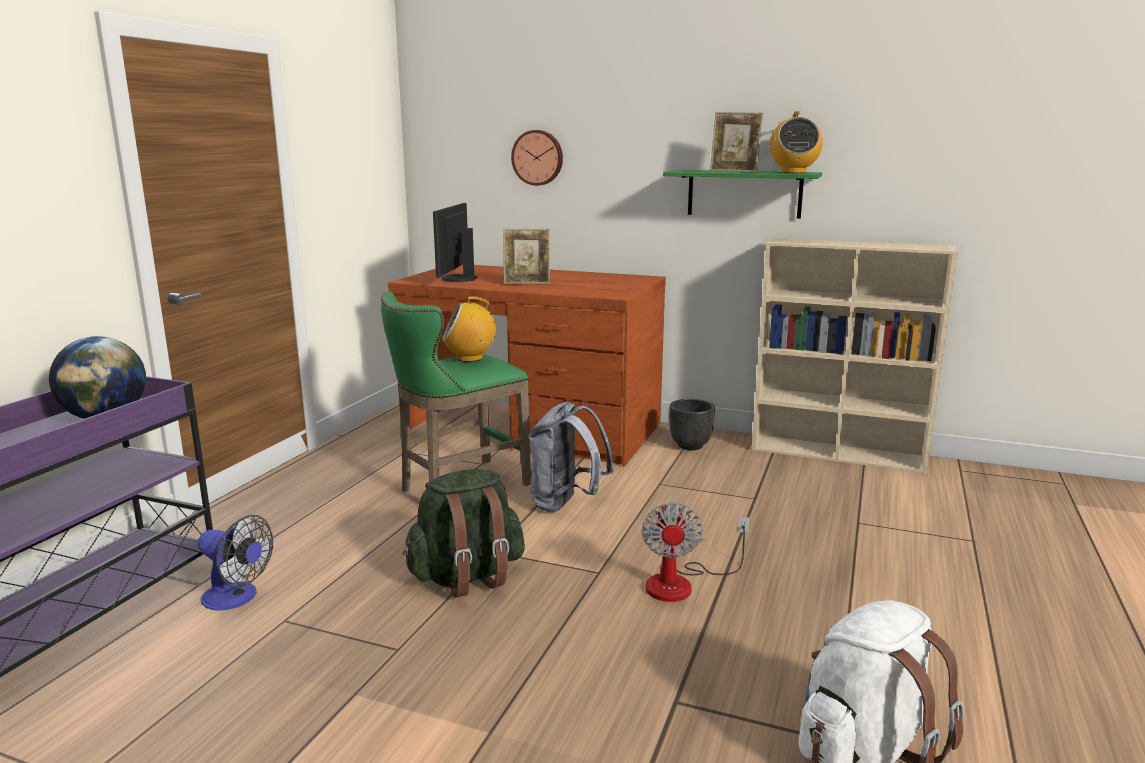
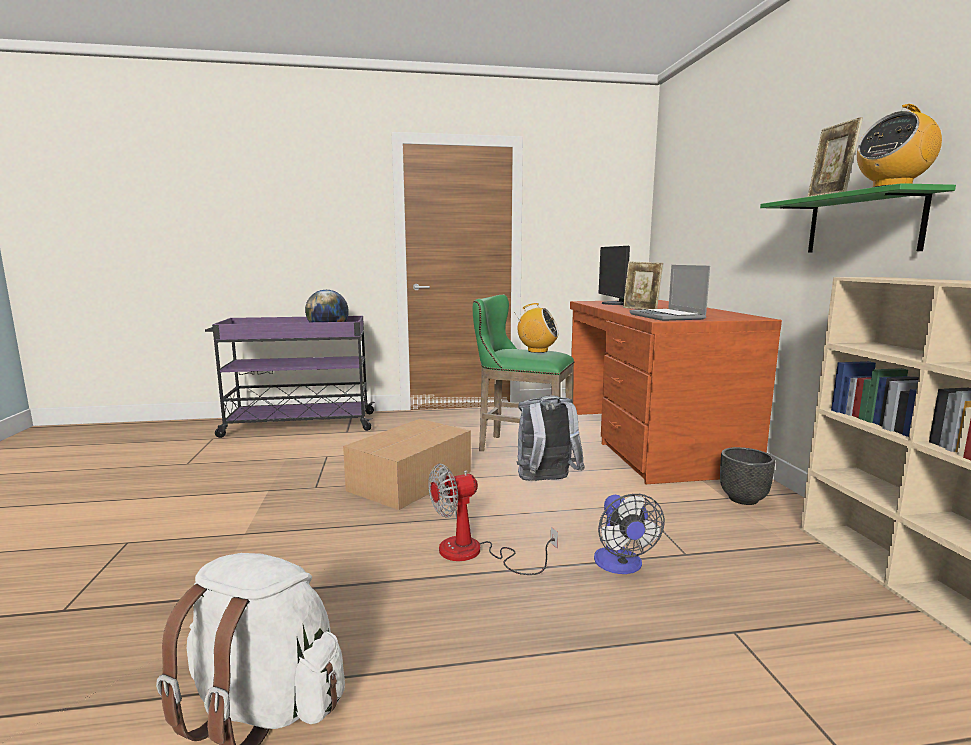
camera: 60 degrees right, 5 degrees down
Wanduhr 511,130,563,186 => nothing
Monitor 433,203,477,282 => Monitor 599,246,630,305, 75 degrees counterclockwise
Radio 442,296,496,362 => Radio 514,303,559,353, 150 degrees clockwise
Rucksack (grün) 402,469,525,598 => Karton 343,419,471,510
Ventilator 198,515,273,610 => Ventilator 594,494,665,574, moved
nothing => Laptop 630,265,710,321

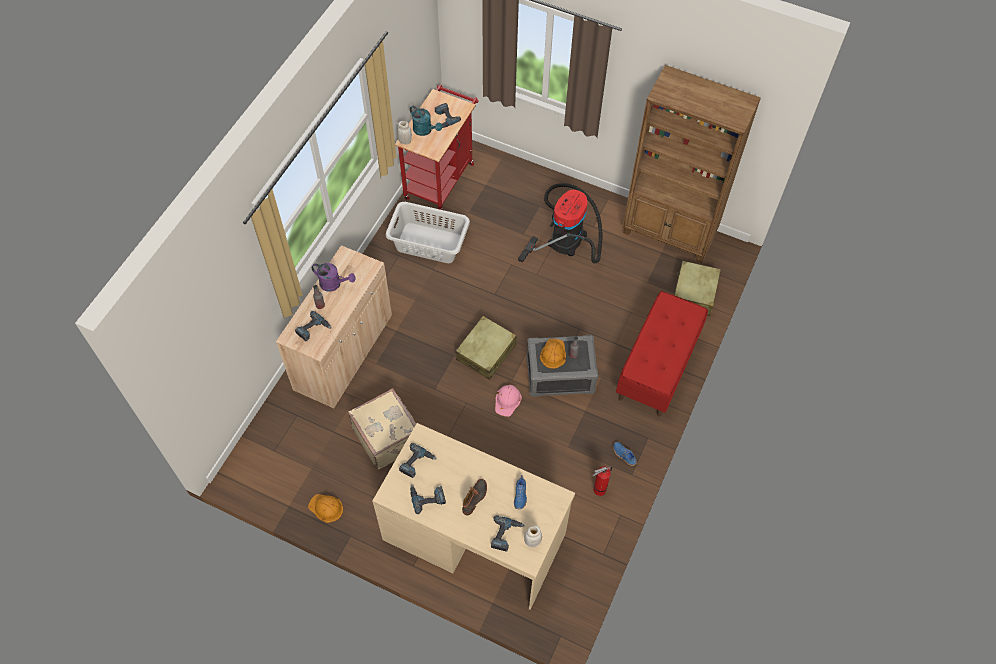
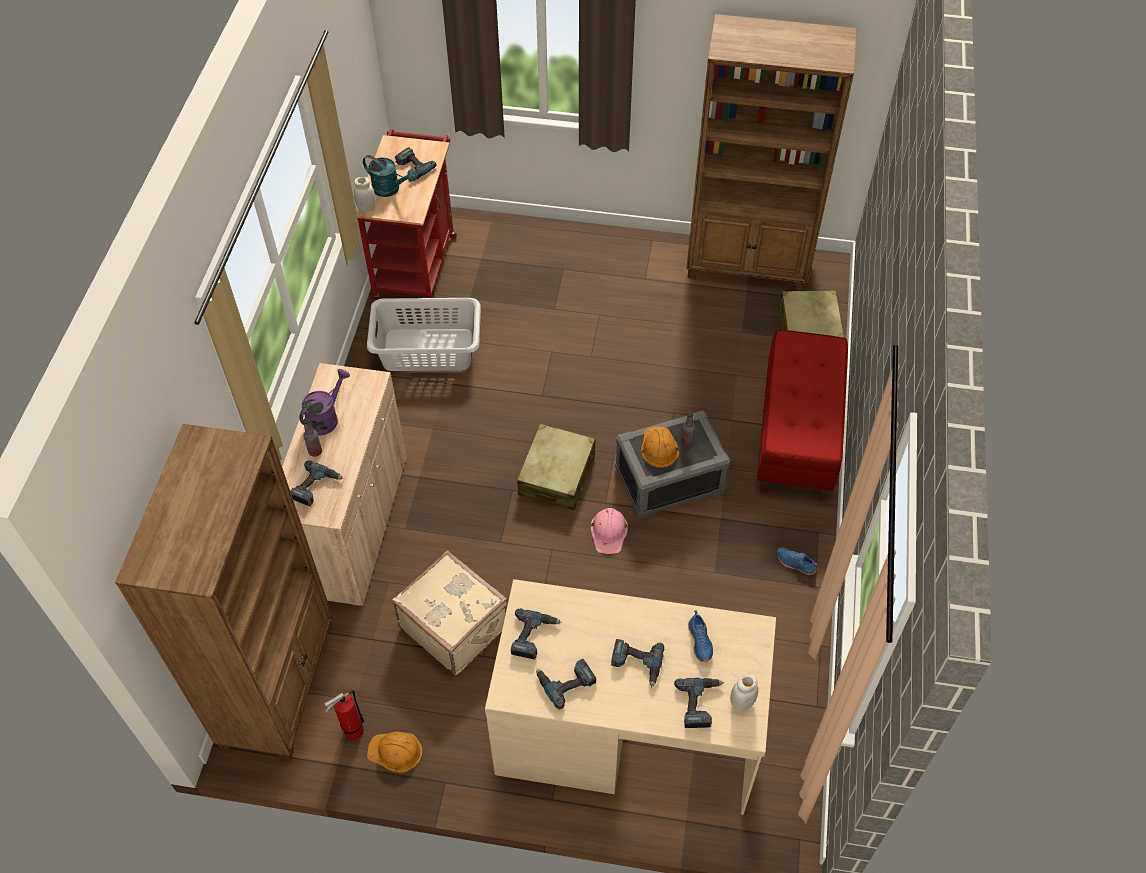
camera: 15 degrees left, 5 degrees down
Staubsauger 518,183,603,264 => nothing
Gießkanne (lila) 312,263,356,292 => Gießkanne (lila) 299,369,350,436, 60 degrees counterclockwise
Feuerlöscher 593,466,612,496 => Feuerlöscher 325,690,364,740, moved
Stiefel 462,479,487,516 => Bohrmaschine 611,639,665,687
nothing => Bücherregal (braun) 115,424,333,760

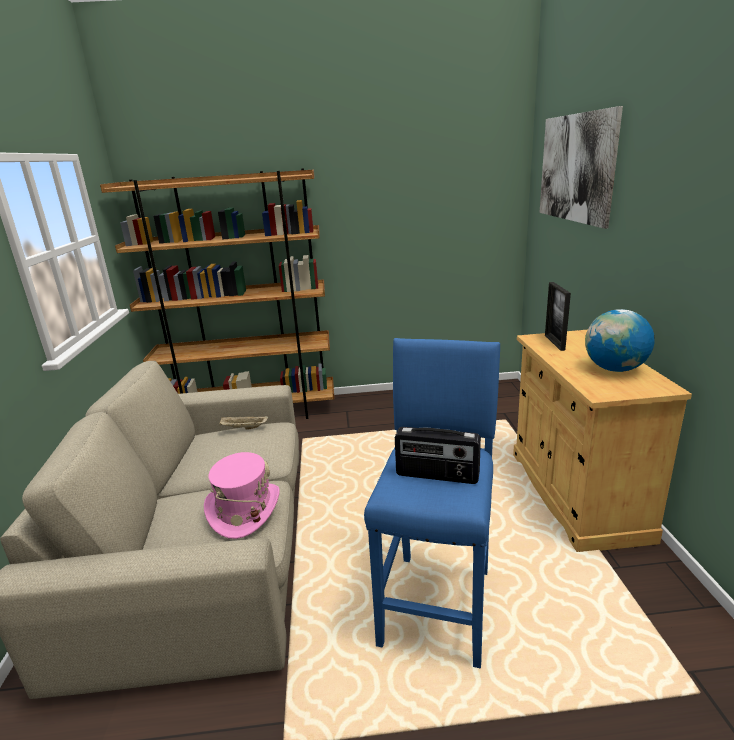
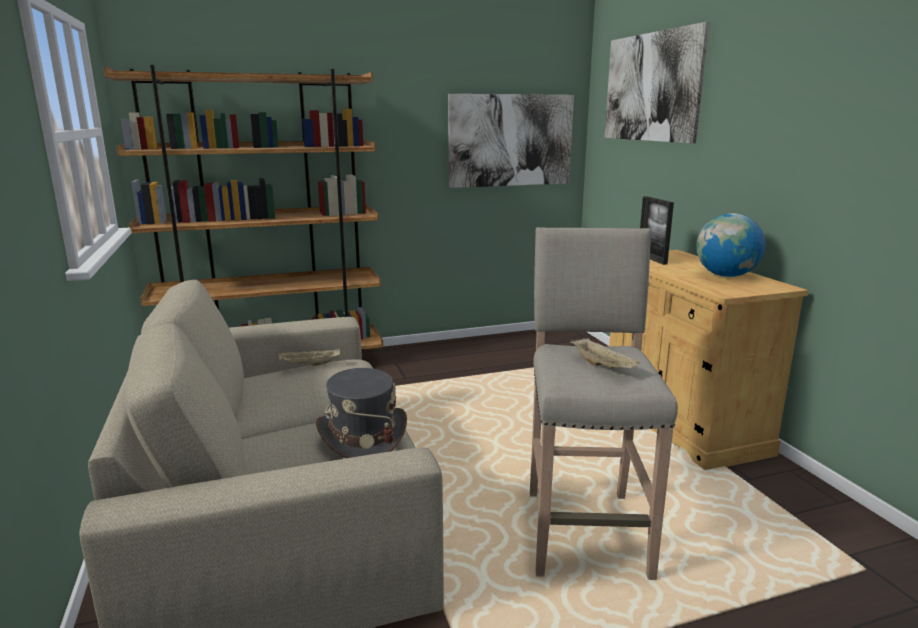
camera: 15 degrees left, 5 degrees down
Hocker (blau) 364,338,500,669 => Hocker (beige) 530,227,678,580
Radio 395,427,481,484 => Tablett (beige) 571,338,640,368
Hut (rosa) 204,452,280,539 => Hut (grau) 316,368,407,458
nothing => Bild 448,94,574,188

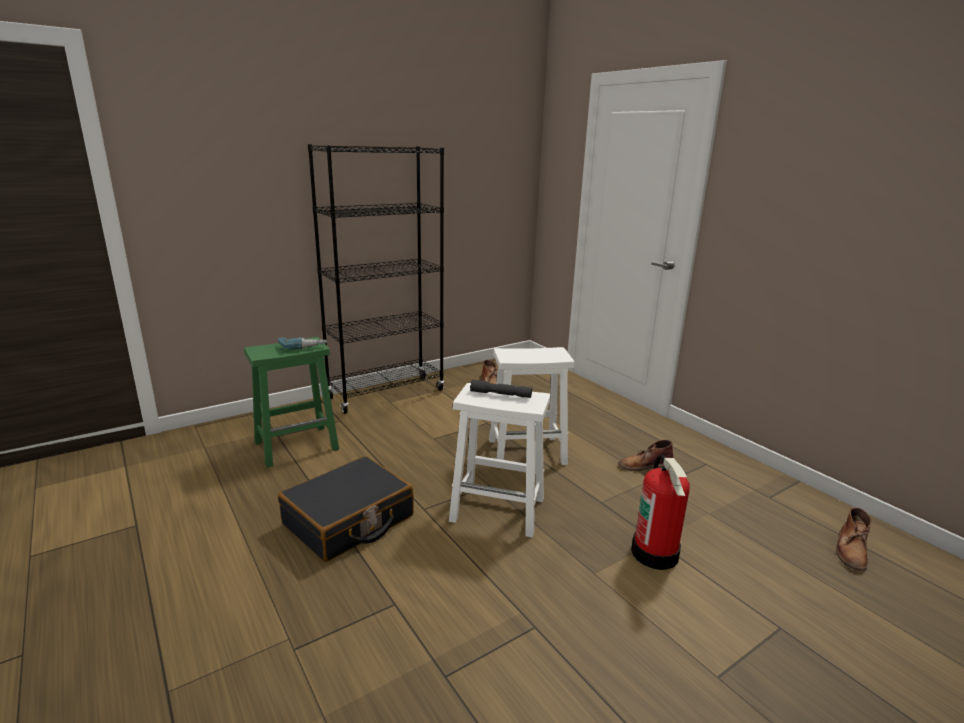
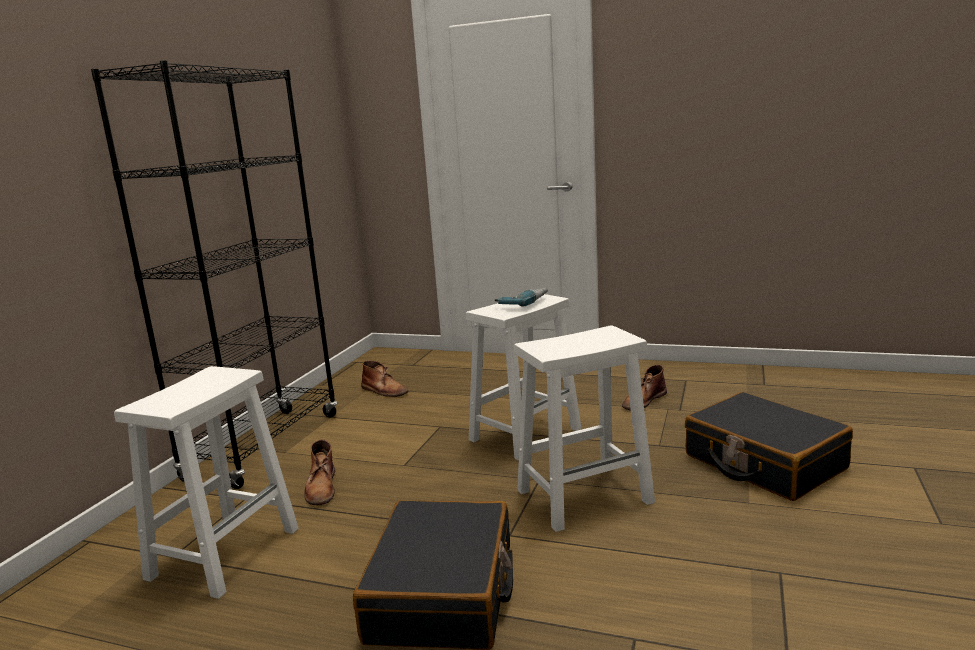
camera: 35 degrees left, 5 degrees down
Hocker (grün) 244,337,339,467 => Hocker (weiß) 114,366,299,599
Bohrmaschine 278,337,328,349 => Bohrmaschine 495,288,548,307, moved
Taschenlampe (grau) 470,379,532,398 => nothing
Feuerlöscher 631,455,690,570 => Koffer (schwarz) 685,392,853,501
Stiefel (braun) 836,508,871,571 => Stiefel (braun) 304,440,335,505, moved

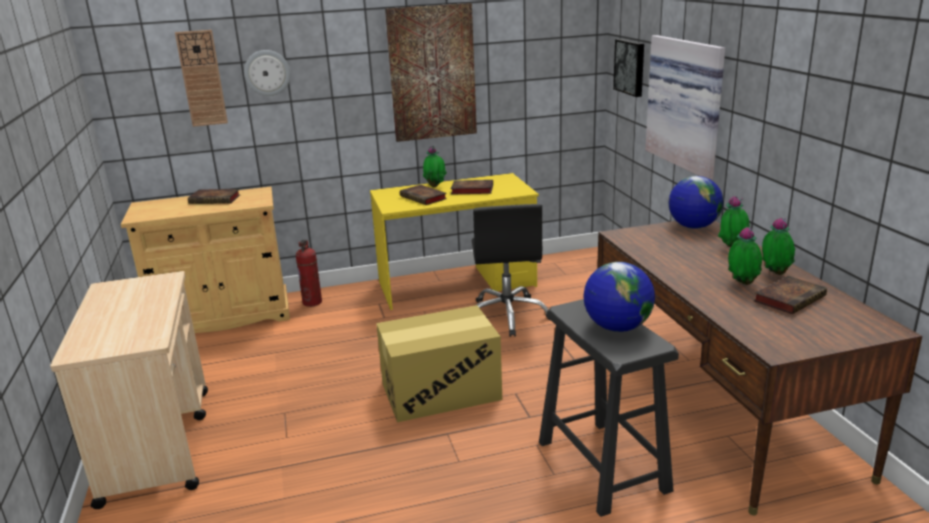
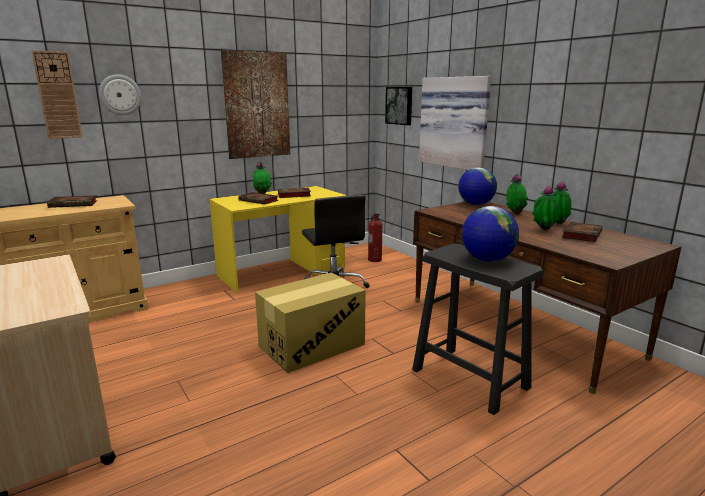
camera: 20 degrees left, 5 degrees down
Feuerlöscher 296,240,322,307 => Feuerlöscher 368,213,383,262, moved

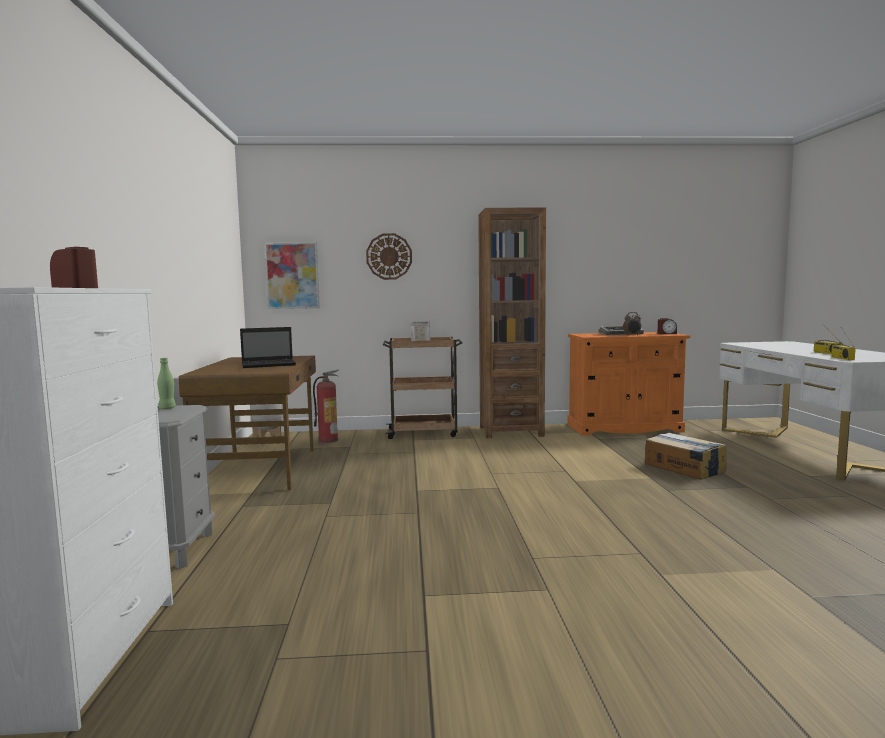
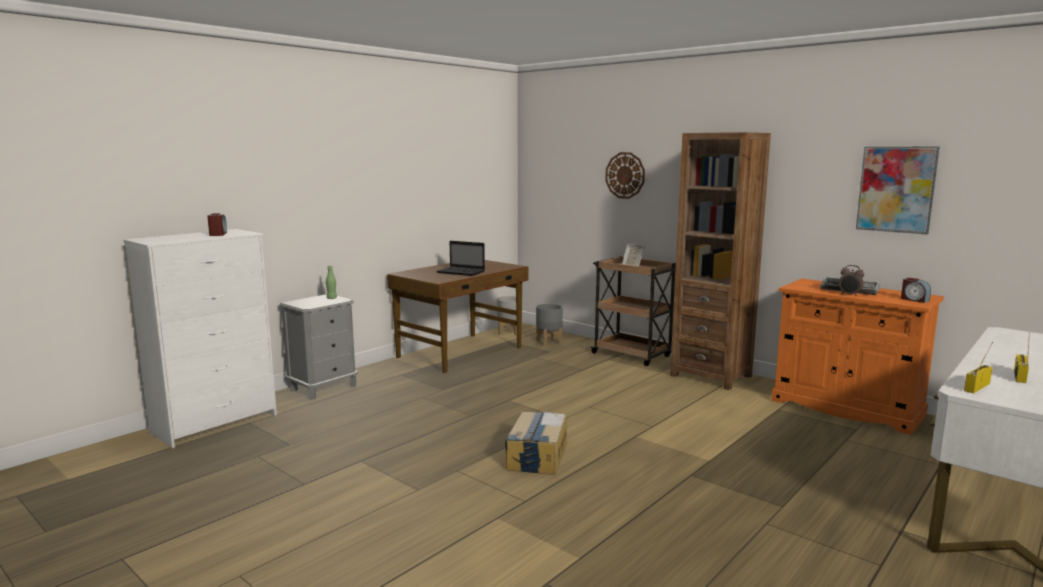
camera: 45 degrees right, 5 degrees up
Bild 265,242,320,309 => Bild 856,146,940,235, moved
Feuerlöscher 313,370,338,443 => Pflanzkübel (grau) 536,304,563,346
Karton 645,433,727,480 => Karton 505,412,567,475, moved

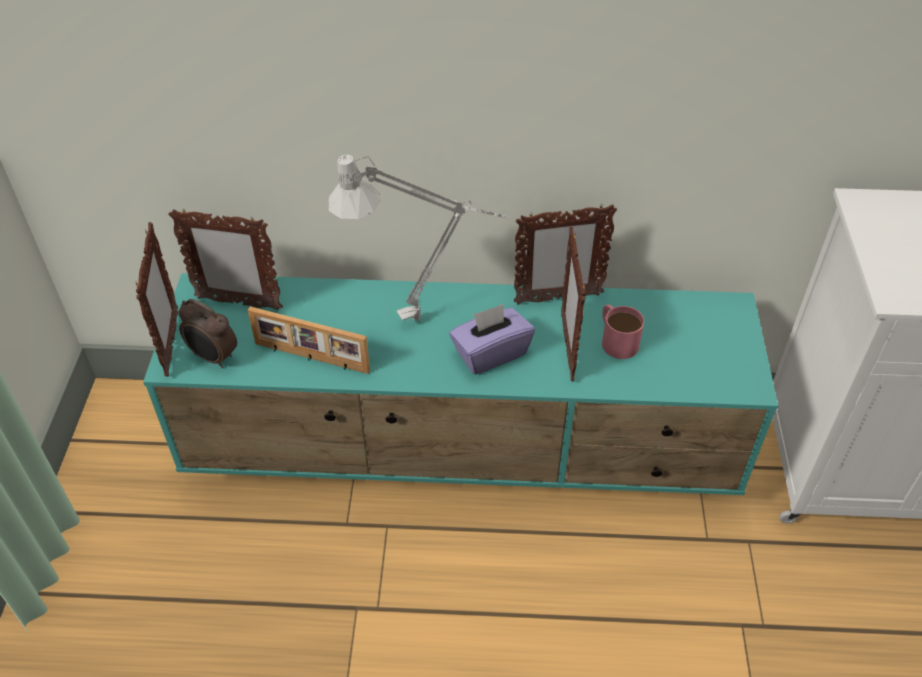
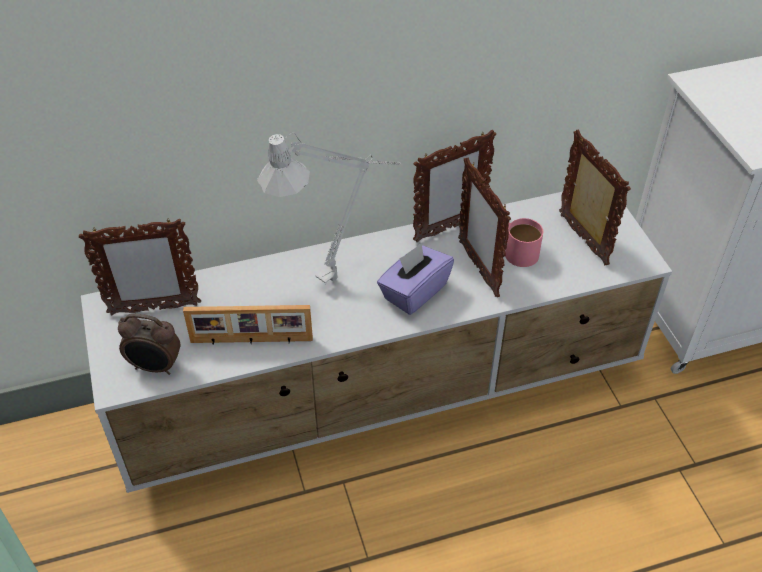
camera: 20 degrees left, 0 degrees up
Bilderrahmen 136,222,178,377 => Bilderrahmen 559,130,631,265, moved
Fernsehschrank (türkis) 143,273,778,495 => Fernsehschrank (weiß) 81,192,672,493

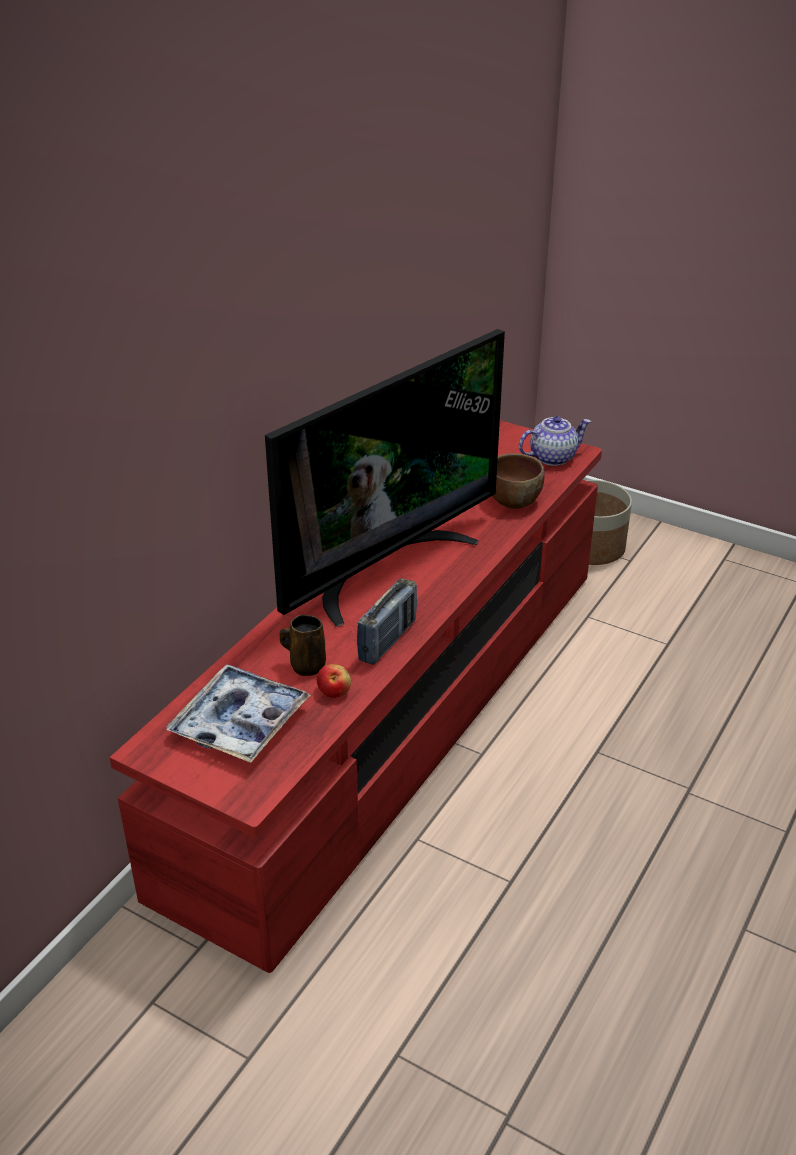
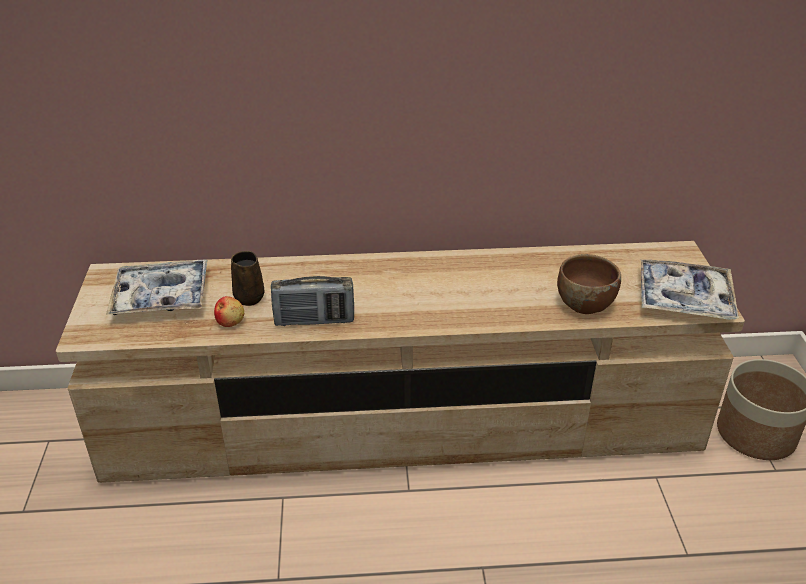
camera: 55 degrees right, 0 degrees up
Fernseher 265,329,505,627 => nothing
Teekanne 519,416,591,466 => Tablett 641,259,739,320
Fernsehschrank (rot) 110,420,602,973 => Fernsehschrank (beige) 56,241,745,483

